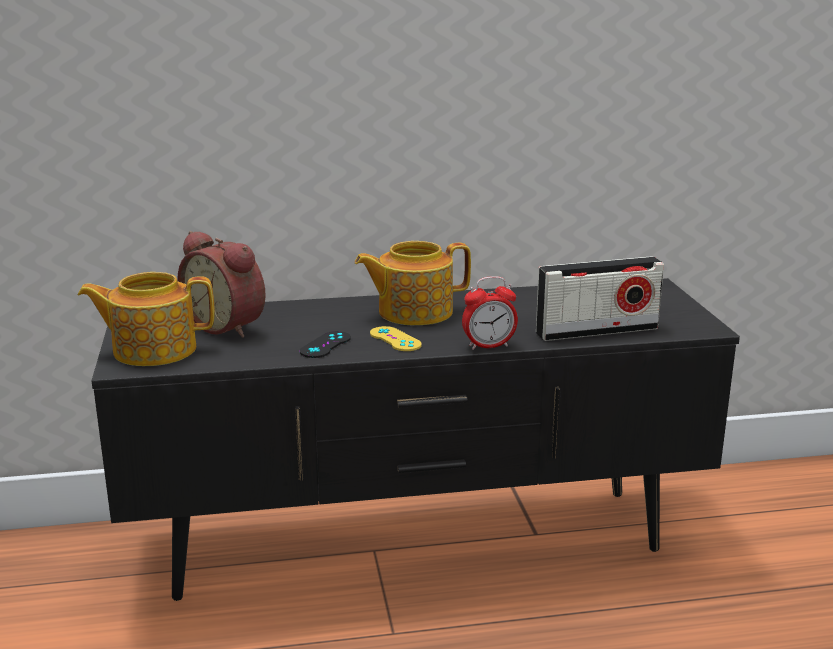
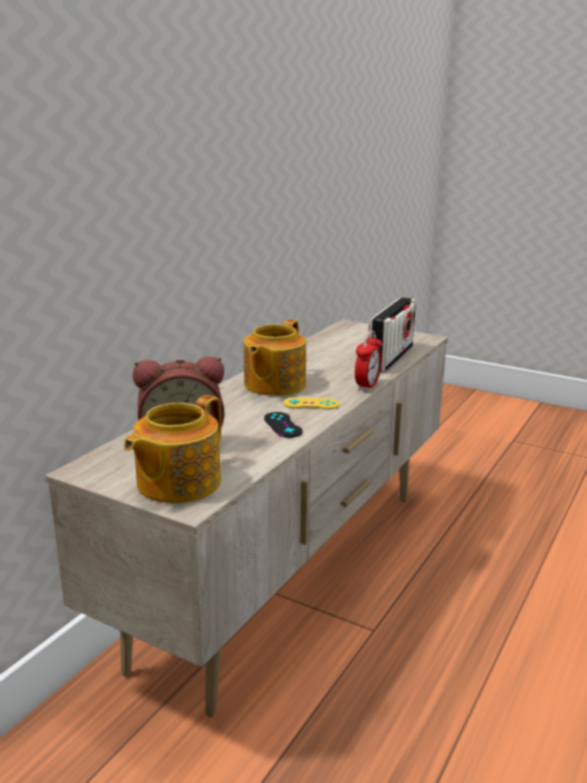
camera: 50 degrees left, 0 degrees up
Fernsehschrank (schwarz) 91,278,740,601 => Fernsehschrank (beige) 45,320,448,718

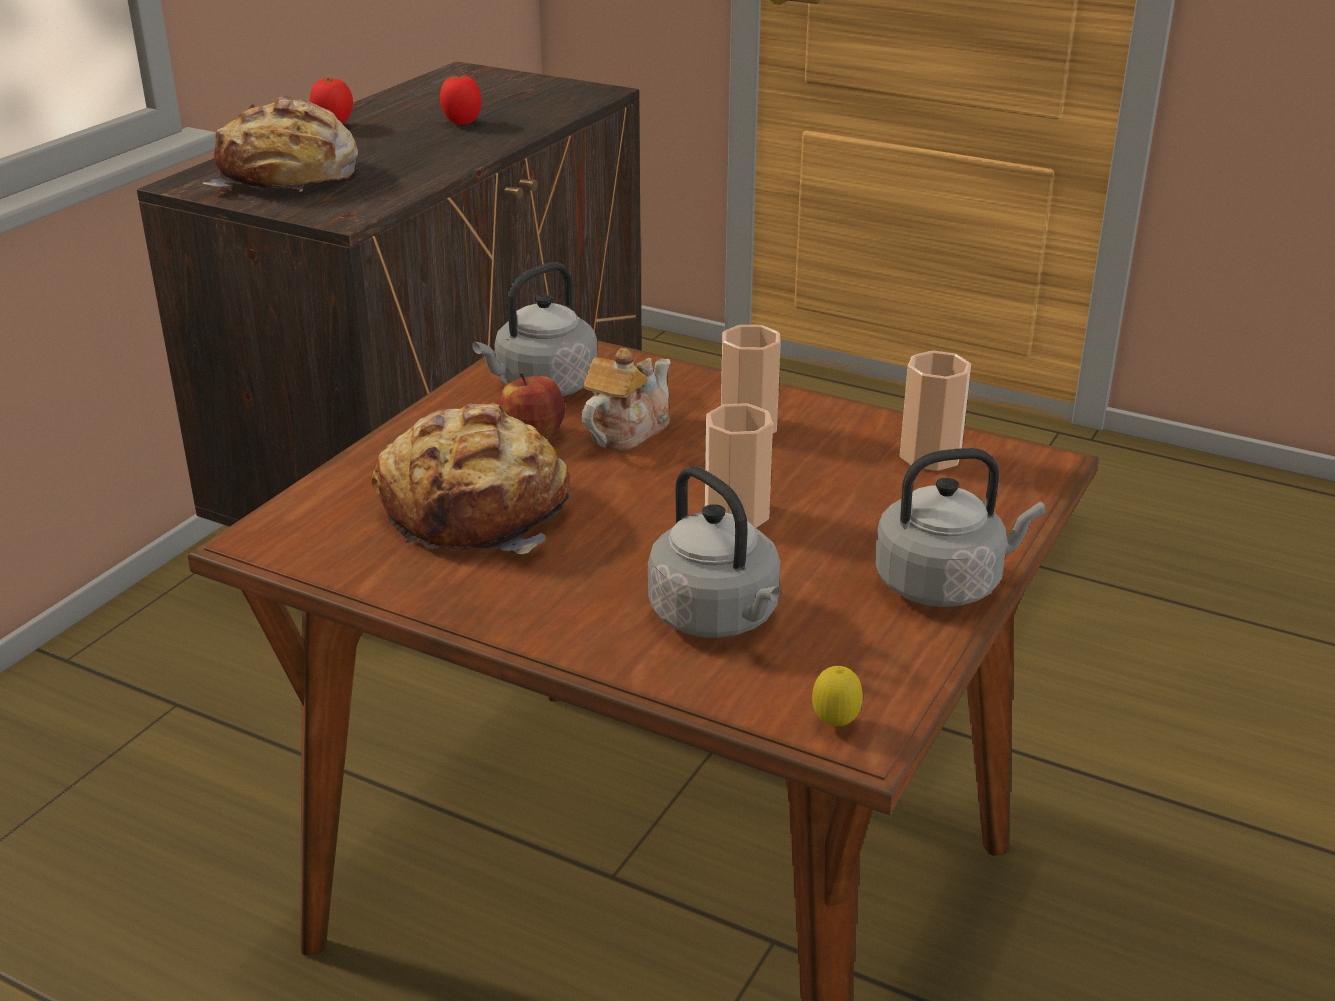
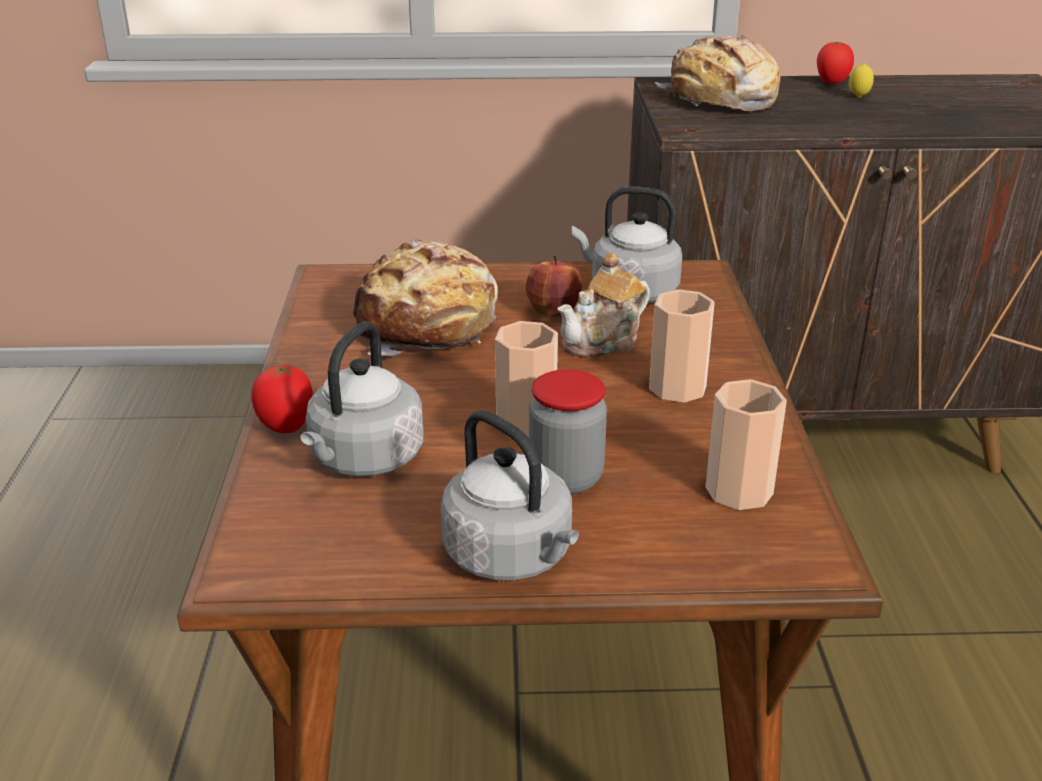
camera: 60 degrees right, 0 degrees up
Tomate 440,74,482,125 => Tomate 251,364,313,433, moved
Teekanne 582,348,671,451 => Teekanne 558,253,650,358, 135 degrees clockwise
Zitrone 812,666,863,726 => Zitrone 849,63,874,98, moved
nothing => Vorratsglas 529,369,607,495

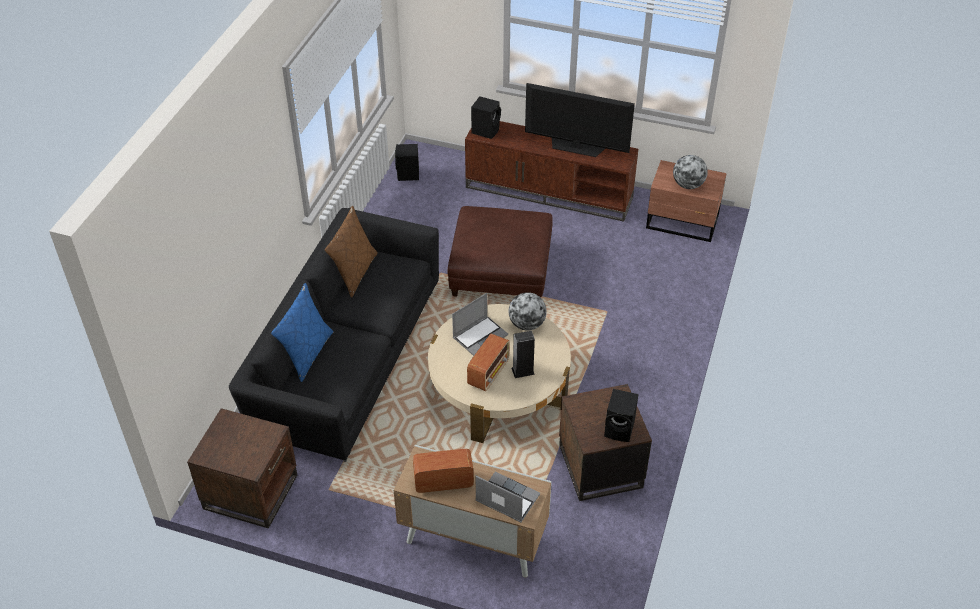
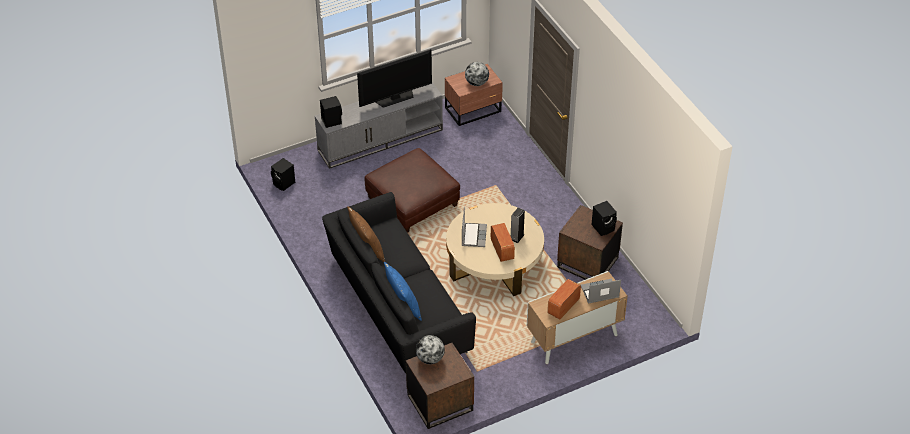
camera: 45 degrees left, 0 degrees up
Fernsehschrank (braun) 465,121,638,222 => Fernsehschrank (grau) 315,82,443,169
Globus 509,292,547,331 => Globus 416,335,445,364, moved

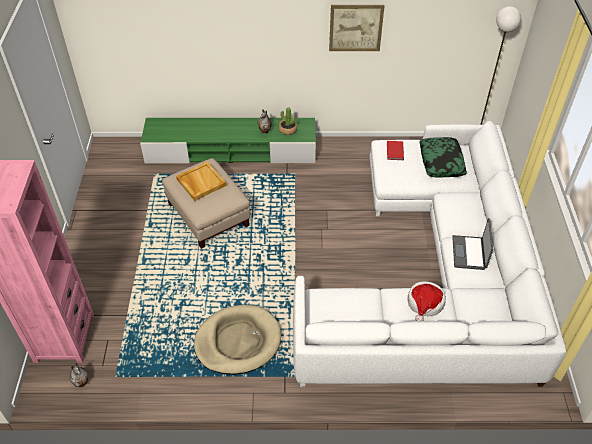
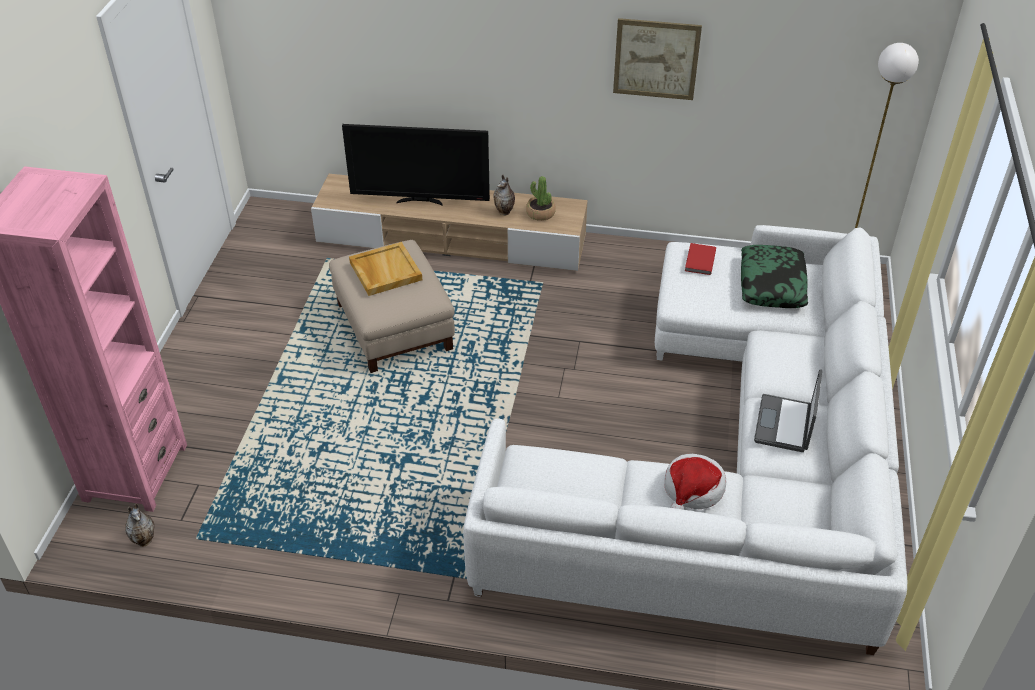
camera: 10 degrees right, 5 degrees down
Fernsehschrank (grün) 140,118,316,164 => Fernsehschrank (beige) 311,174,588,271
Hundebett (beige) 194,305,281,375 => nothing
nothing => Fernseher 342,124,490,205

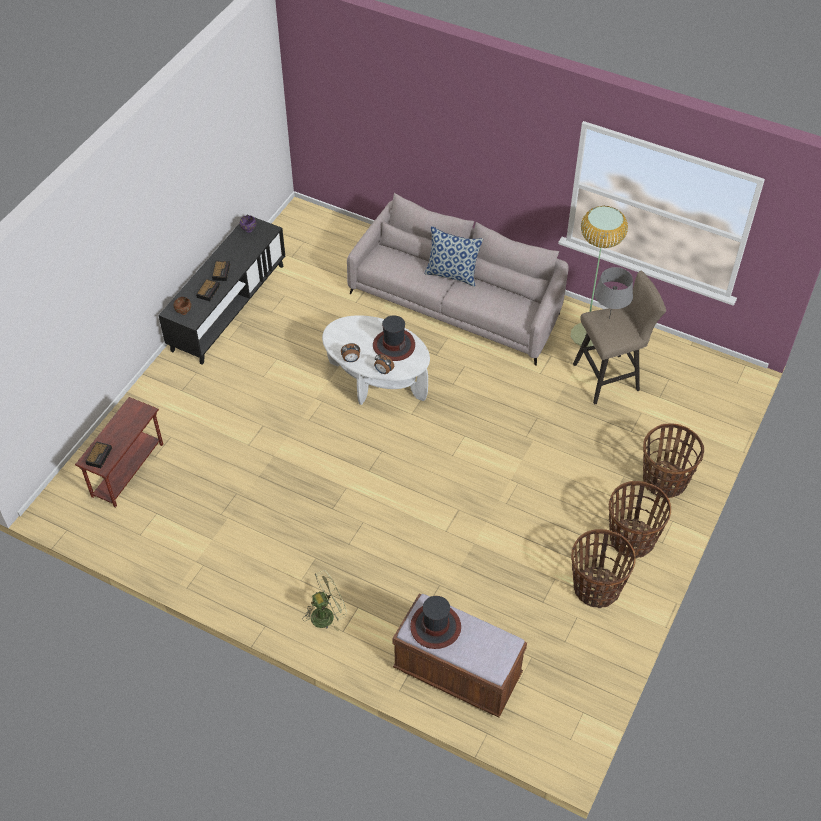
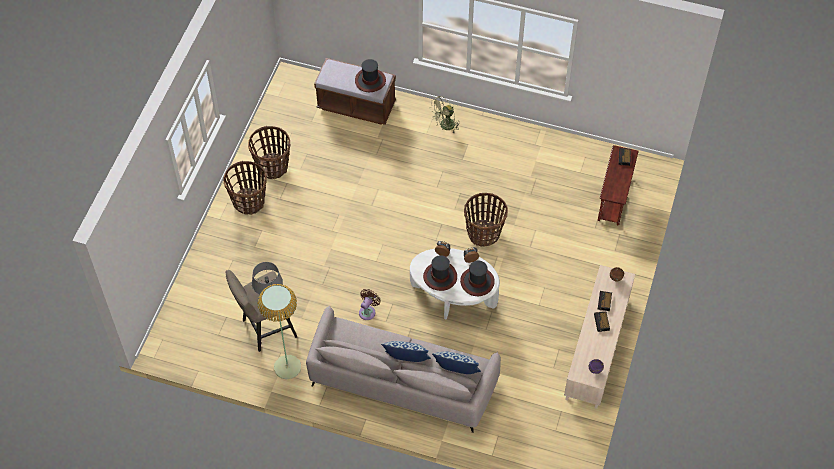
camera: 170 degrees right, 5 degrees up
Fernsehschrank (schwarz) 158,217,285,365 => Fernsehschrank (beige) 564,265,635,409
Korb 643,423,704,498 => Korb 464,193,508,247, moved
nothing => Hut 460,261,495,296
nothing => Ventilator (braun) 359,289,381,320
nothing => Kissen 432,351,481,374

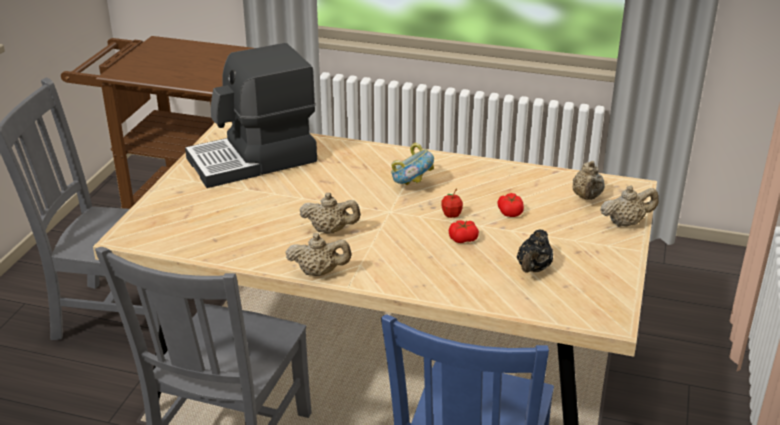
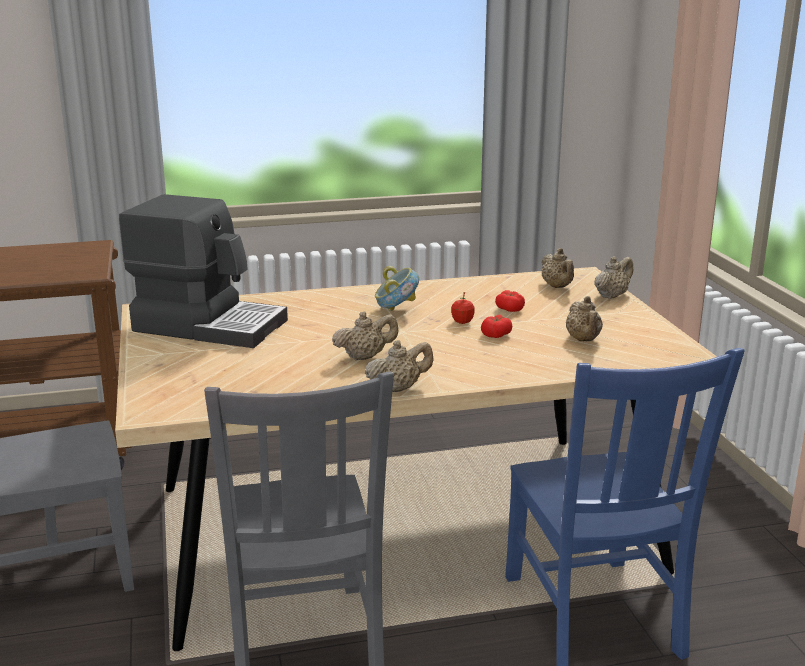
camera: 30 degrees left, 10 degrees down
Kaffeemaschine 185,43,317,188 => Kaffeemaschine 119,194,288,348, 105 degrees counterclockwise
Teekanne (schwarz) 517,229,553,273 => Teekanne (beige) 566,296,603,341

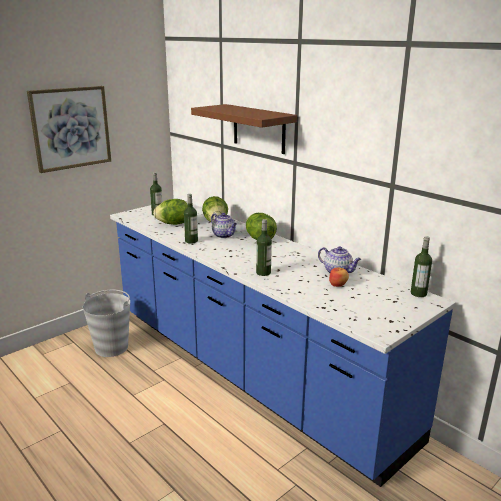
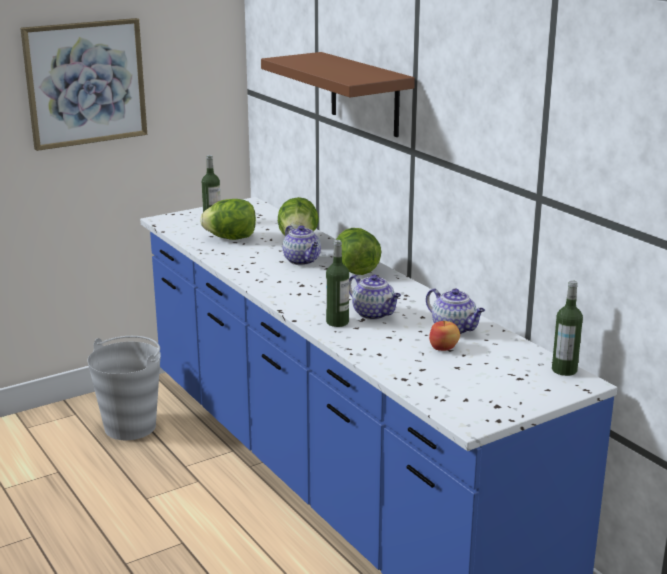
camera: 10 degrees right, 0 degrees up
Flasche 184,194,198,244 => nothing
nothing => Teekanne 349,275,401,320

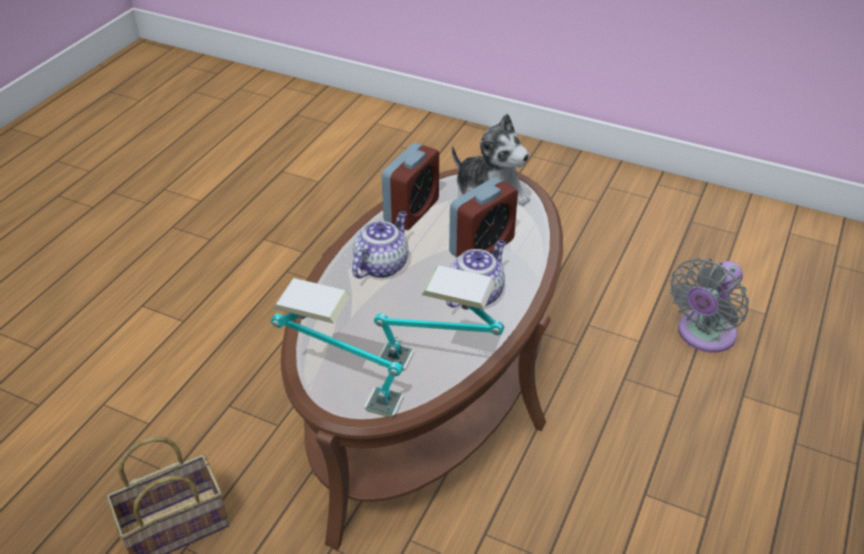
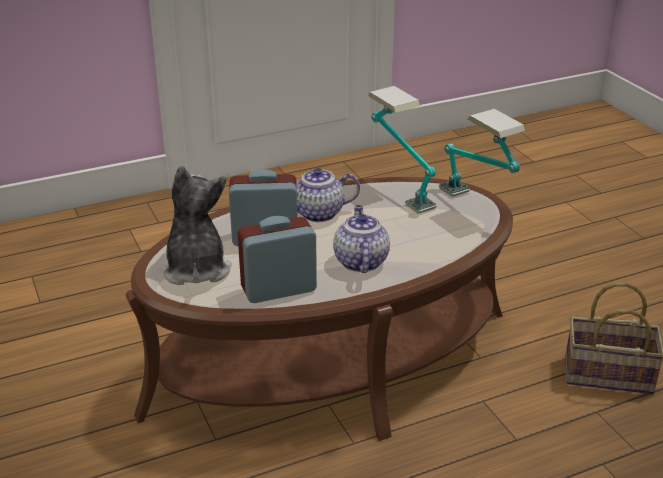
camera: 140 degrees left, 10 degrees down
Teekanne 352,211,408,278 => Teekanne 333,205,390,273, 105 degrees clockwise
Ventilator (grau) 670,258,749,353 => nothing

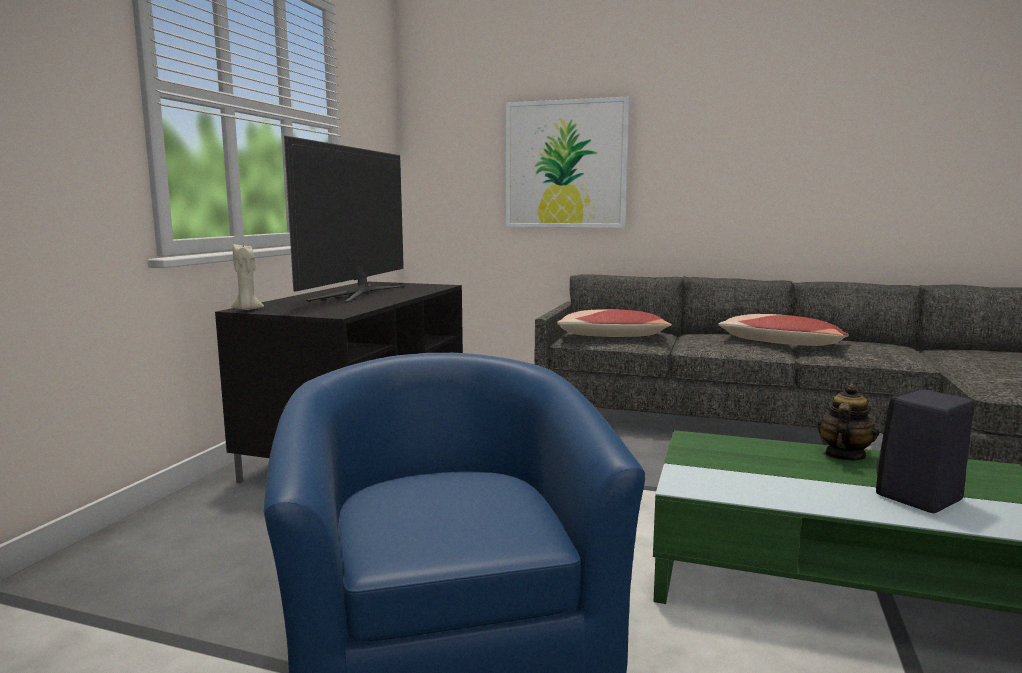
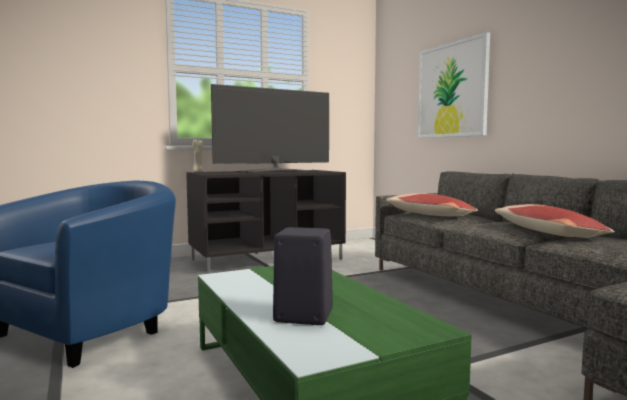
camera: 45 degrees right, 5 degrees down
Teekanne 817,383,879,460 => nothing

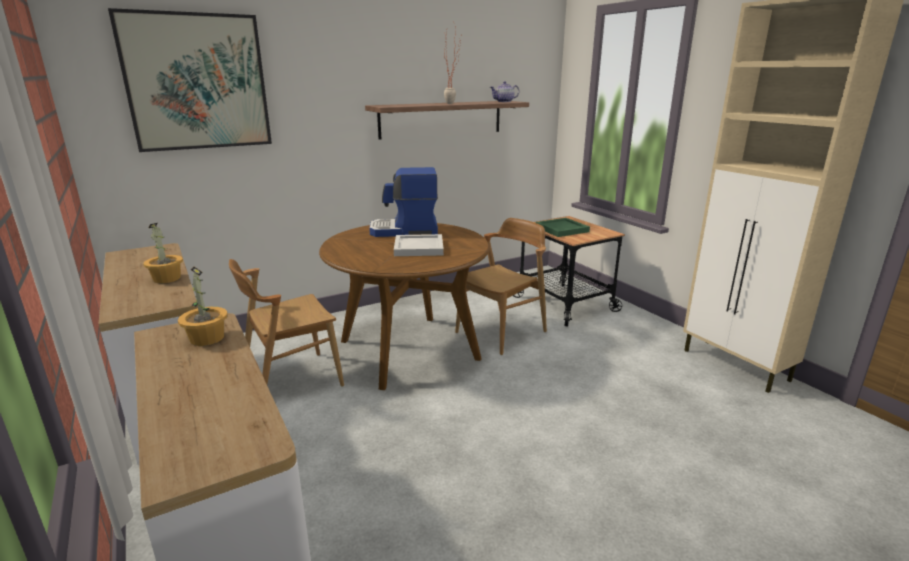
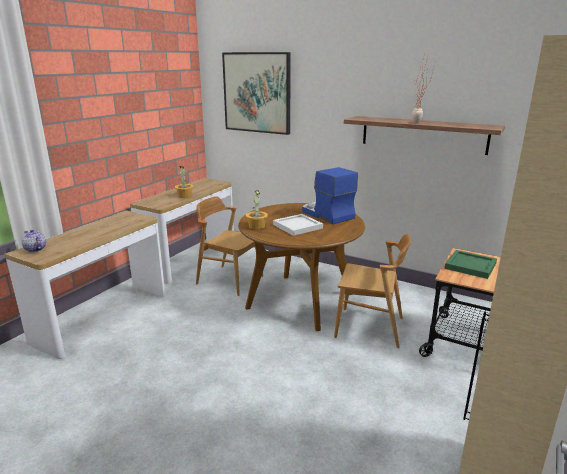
camera: 60 degrees right, 0 degrees up
Teekanne 490,81,519,102 => Teekanne 22,230,46,252, moved
Topfpflanze 178,267,228,346 => Topfpflanze 246,190,268,229, moved

